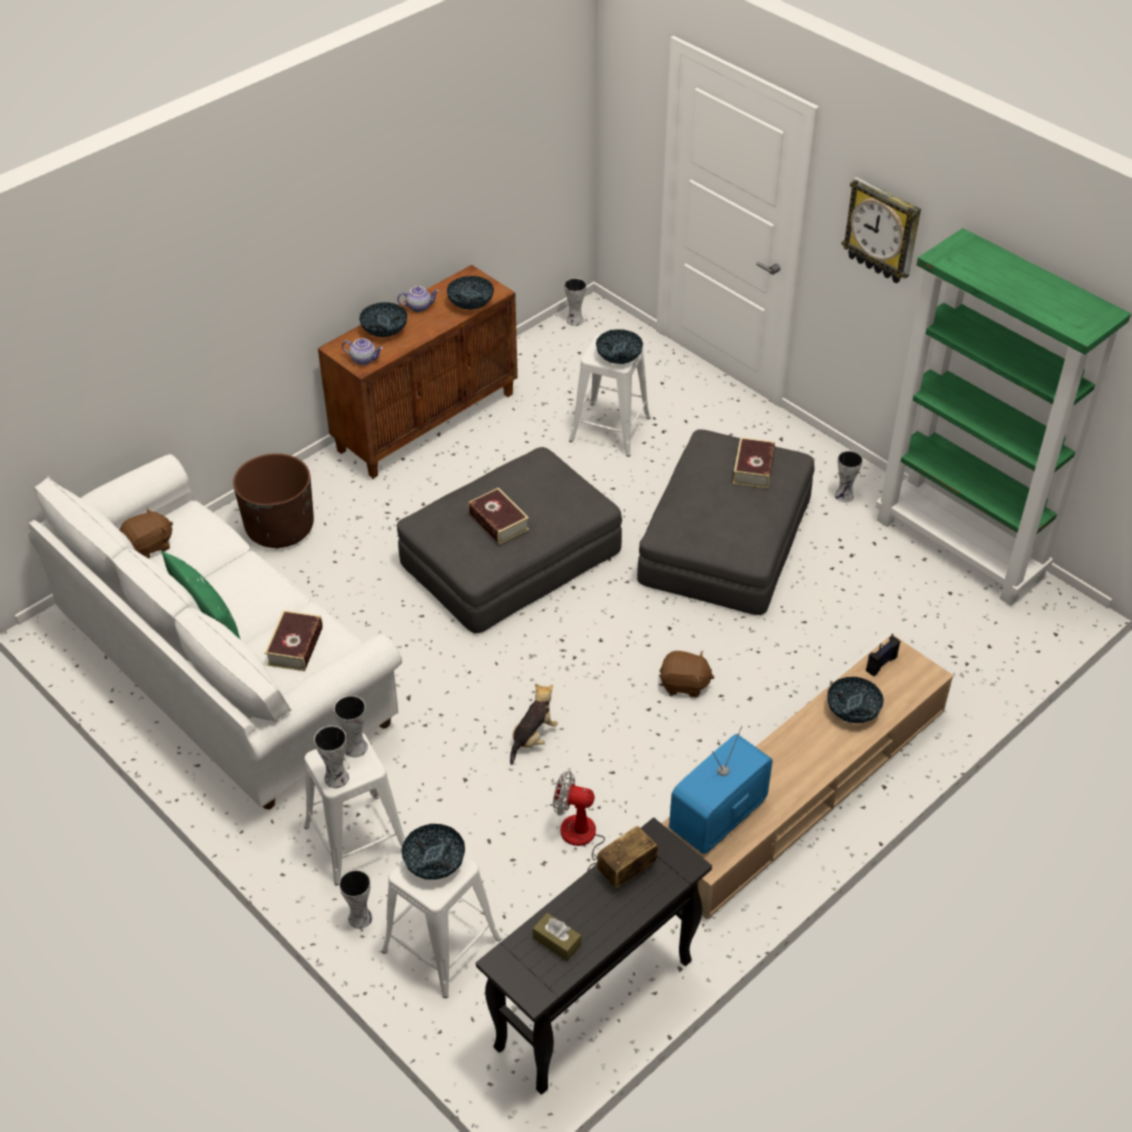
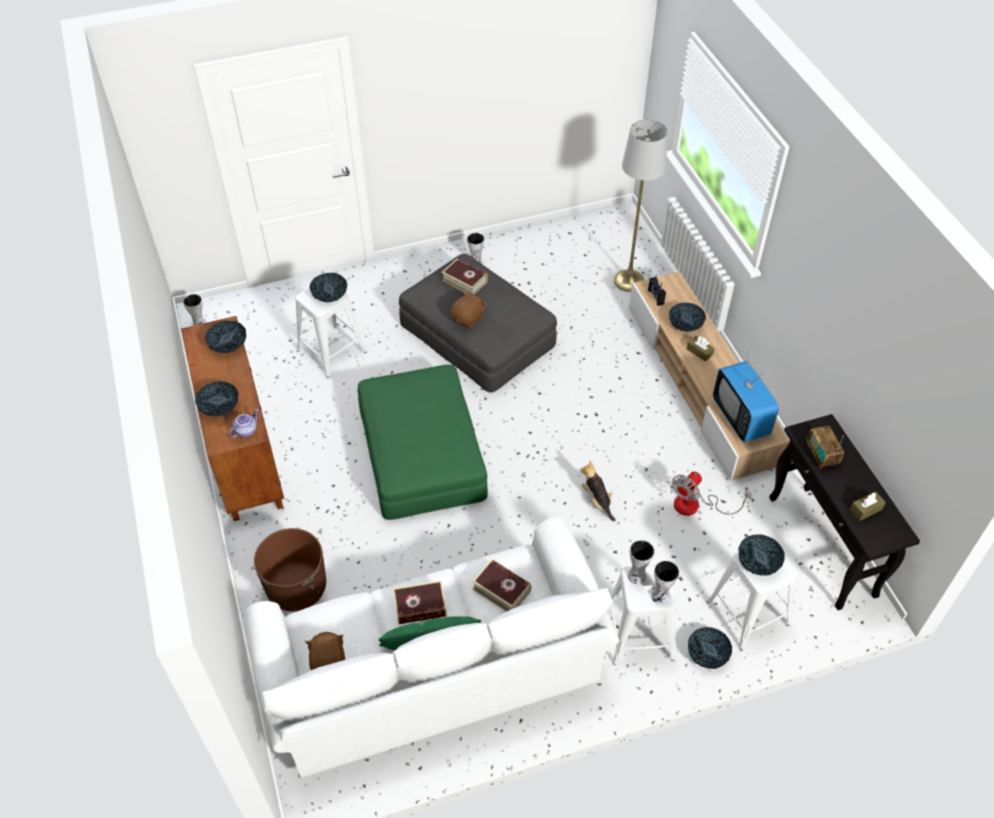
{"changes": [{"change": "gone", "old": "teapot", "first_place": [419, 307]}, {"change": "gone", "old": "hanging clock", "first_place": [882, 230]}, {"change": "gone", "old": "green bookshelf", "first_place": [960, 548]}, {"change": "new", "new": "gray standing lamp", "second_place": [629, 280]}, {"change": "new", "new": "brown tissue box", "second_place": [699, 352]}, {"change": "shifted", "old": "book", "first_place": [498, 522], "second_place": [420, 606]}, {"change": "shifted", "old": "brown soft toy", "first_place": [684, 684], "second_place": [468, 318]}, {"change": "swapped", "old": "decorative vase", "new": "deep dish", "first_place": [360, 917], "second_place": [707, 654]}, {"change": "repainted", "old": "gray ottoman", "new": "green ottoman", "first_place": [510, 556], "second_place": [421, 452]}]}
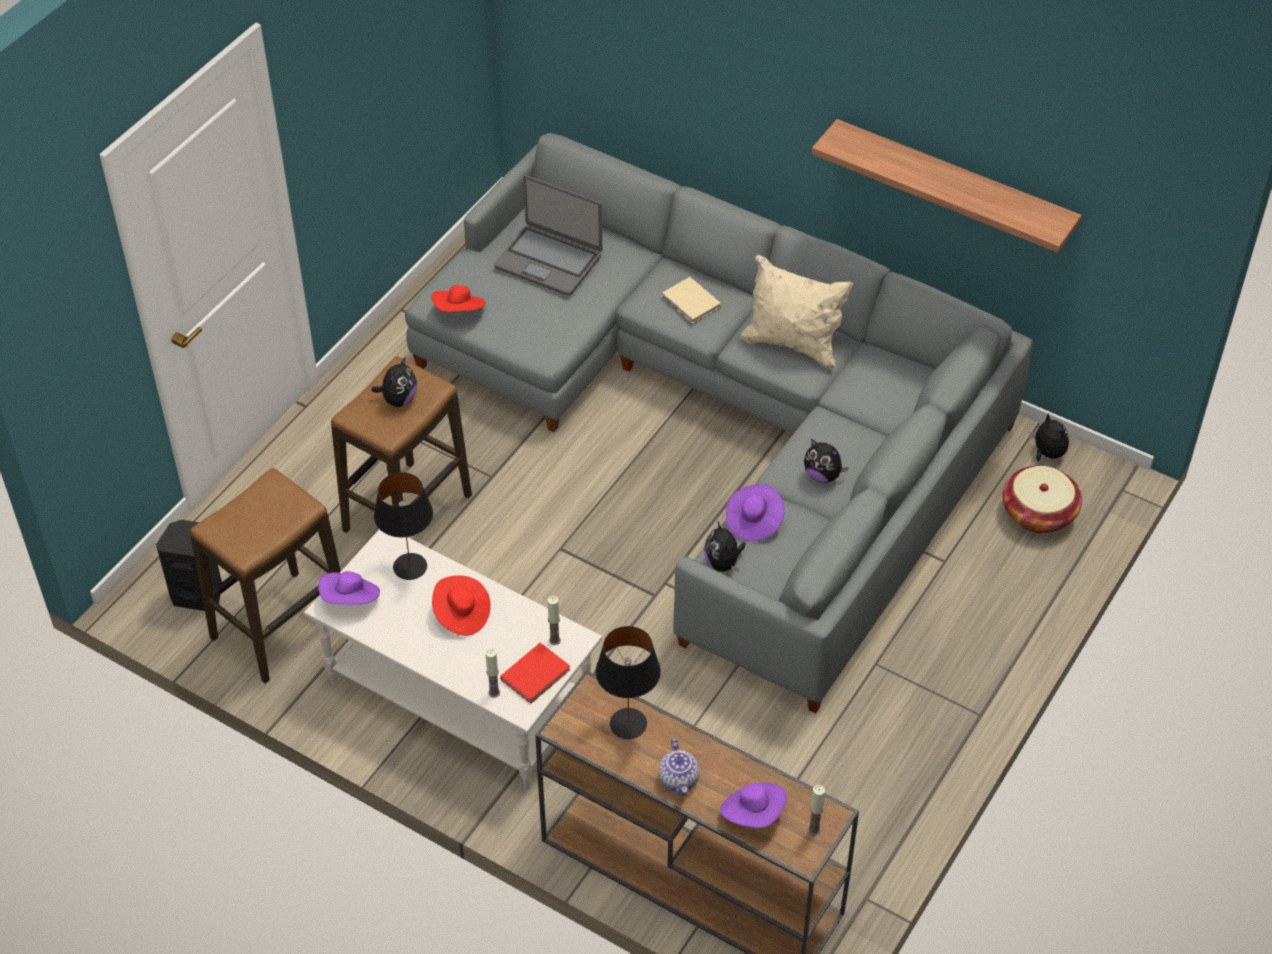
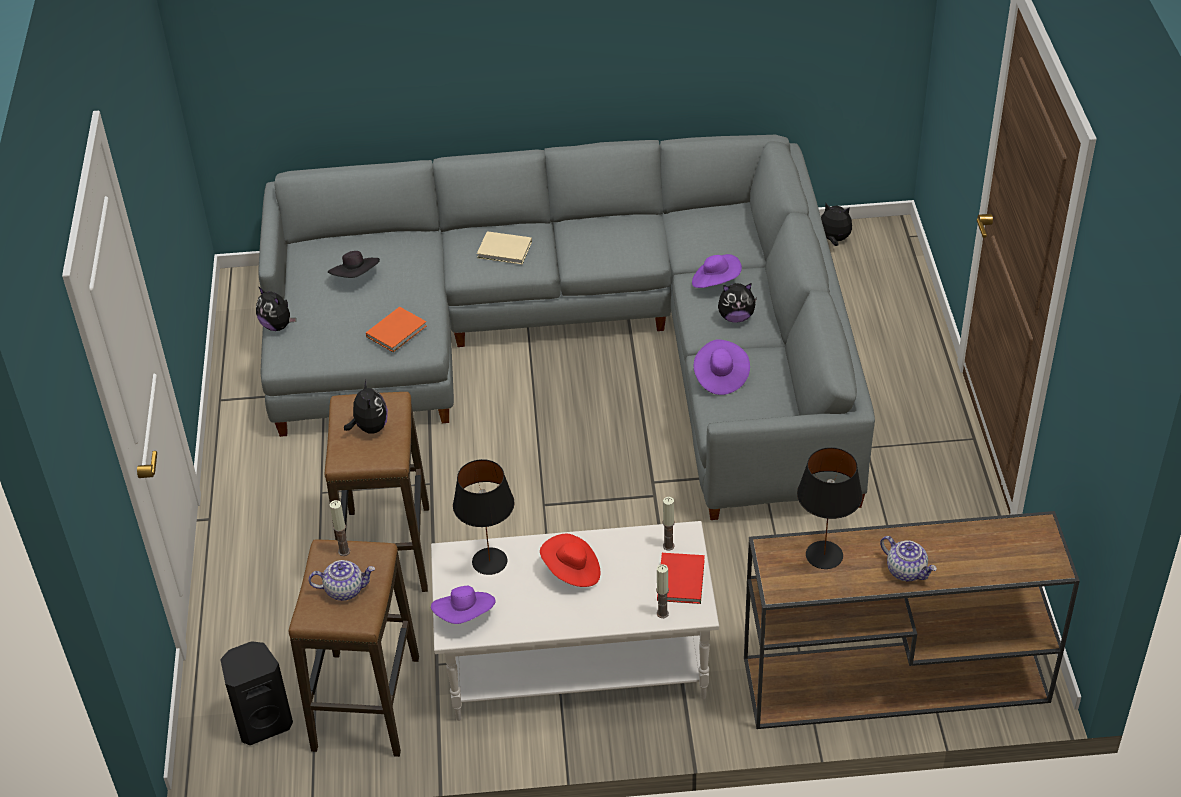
{"changes": [{"change": "gone", "old": "reddish wearable hat", "first_place": [459, 311]}, {"change": "gone", "old": "sand-coloured throw pillow", "first_place": [792, 344]}, {"change": "gone", "old": "wall shelf", "first_place": [953, 186]}, {"change": "gone", "old": "household basket", "first_place": [1038, 513]}, {"change": "new", "new": "teapot", "second_place": [345, 589]}, {"change": "new", "new": "orange book", "second_place": [398, 331]}, {"change": "shifted", "old": "soft toy", "first_place": [723, 563], "second_place": [277, 325]}, {"change": "shifted", "old": "purplish wearable hat", "first_place": [754, 813], "second_place": [715, 282]}, {"change": "shifted", "old": "candle", "first_place": [814, 830], "second_place": [344, 551]}, {"change": "swapped", "old": "notebook computer", "new": "black wearable hat", "first_place": [548, 261], "second_place": [356, 277]}]}
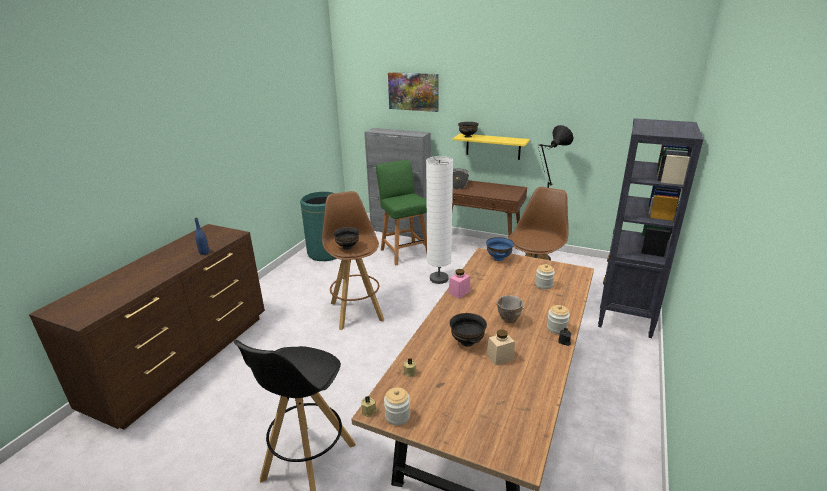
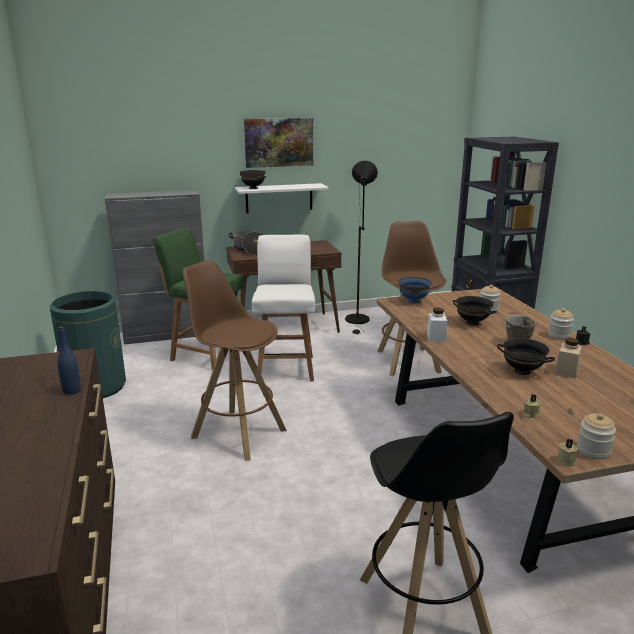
{"changes": [{"change": "shifted", "old": "black deep dish", "first_place": [348, 247], "second_place": [472, 323]}, {"change": "shifted", "old": "wall picture", "first_place": [413, 91], "second_place": [279, 142]}, {"change": "swapped", "old": "white standing lamp", "new": "white plain chair", "first_place": [439, 279], "second_place": [286, 367]}, {"change": "repainted", "old": "pink preserve jar", "new": "white preserve jar", "first_place": [459, 292], "second_place": [436, 337]}, {"change": "repainted", "old": "yellow wall shelf", "new": "white wall shelf", "first_place": [493, 146], "second_place": [279, 198]}]}
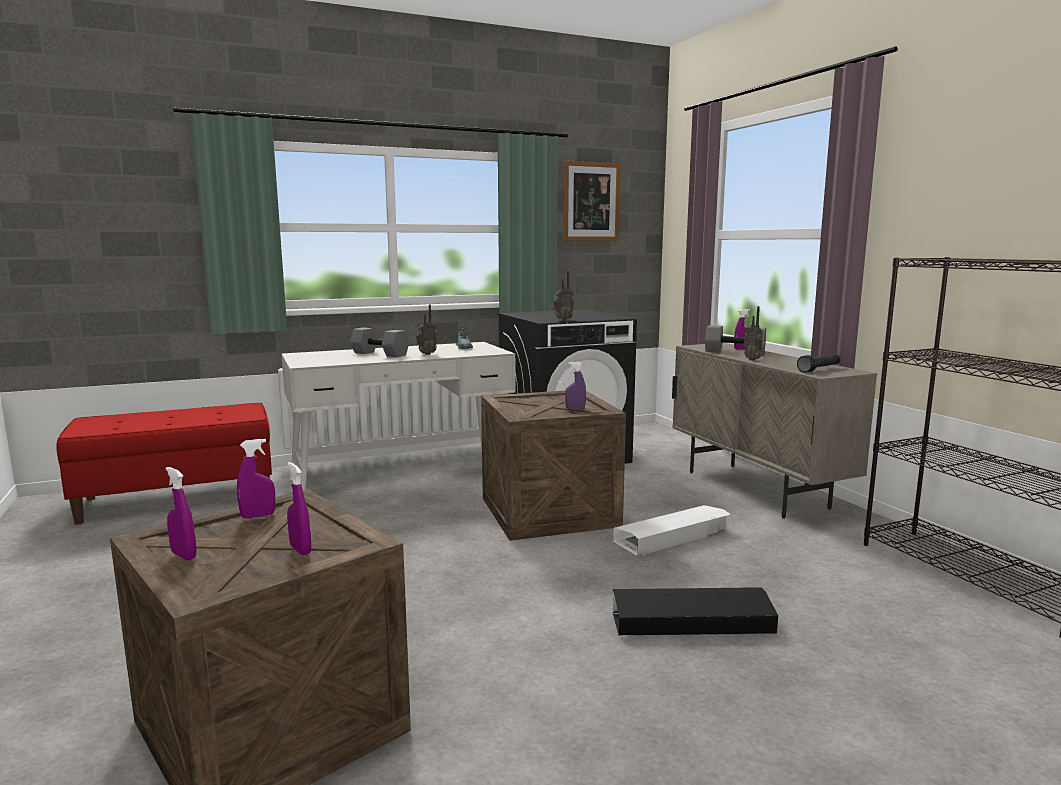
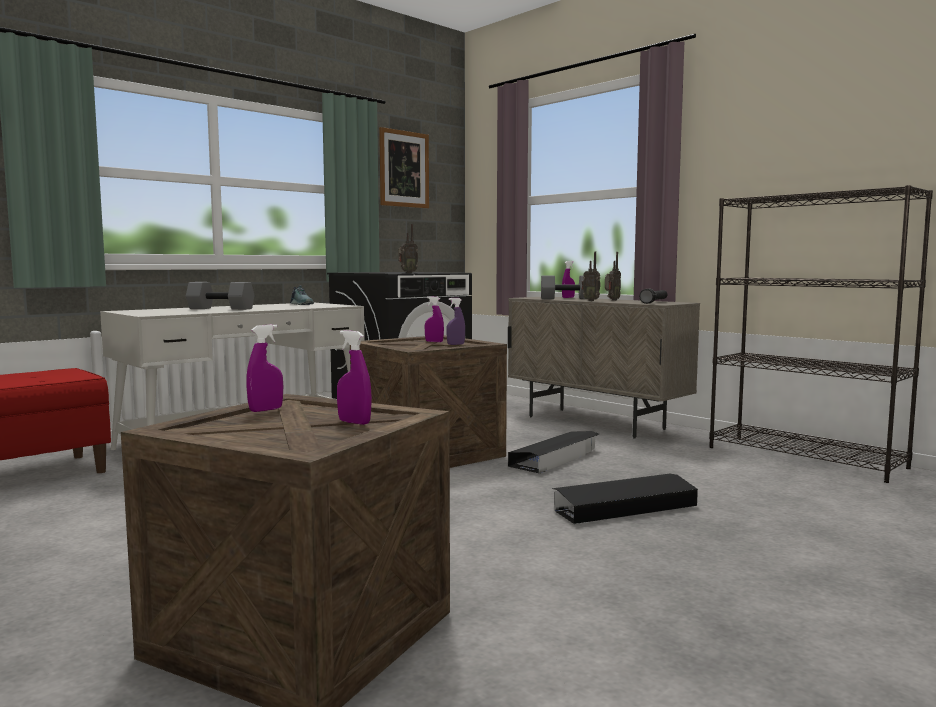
{"changes": [{"change": "shifted", "old": "purplish hand sprayer", "first_place": [183, 555], "second_place": [434, 342]}, {"change": "shifted", "old": "radio", "first_place": [425, 354], "second_place": [611, 300]}, {"change": "repainted", "old": "white storage box", "new": "black storage box", "first_place": [673, 536], "second_place": [556, 458]}]}
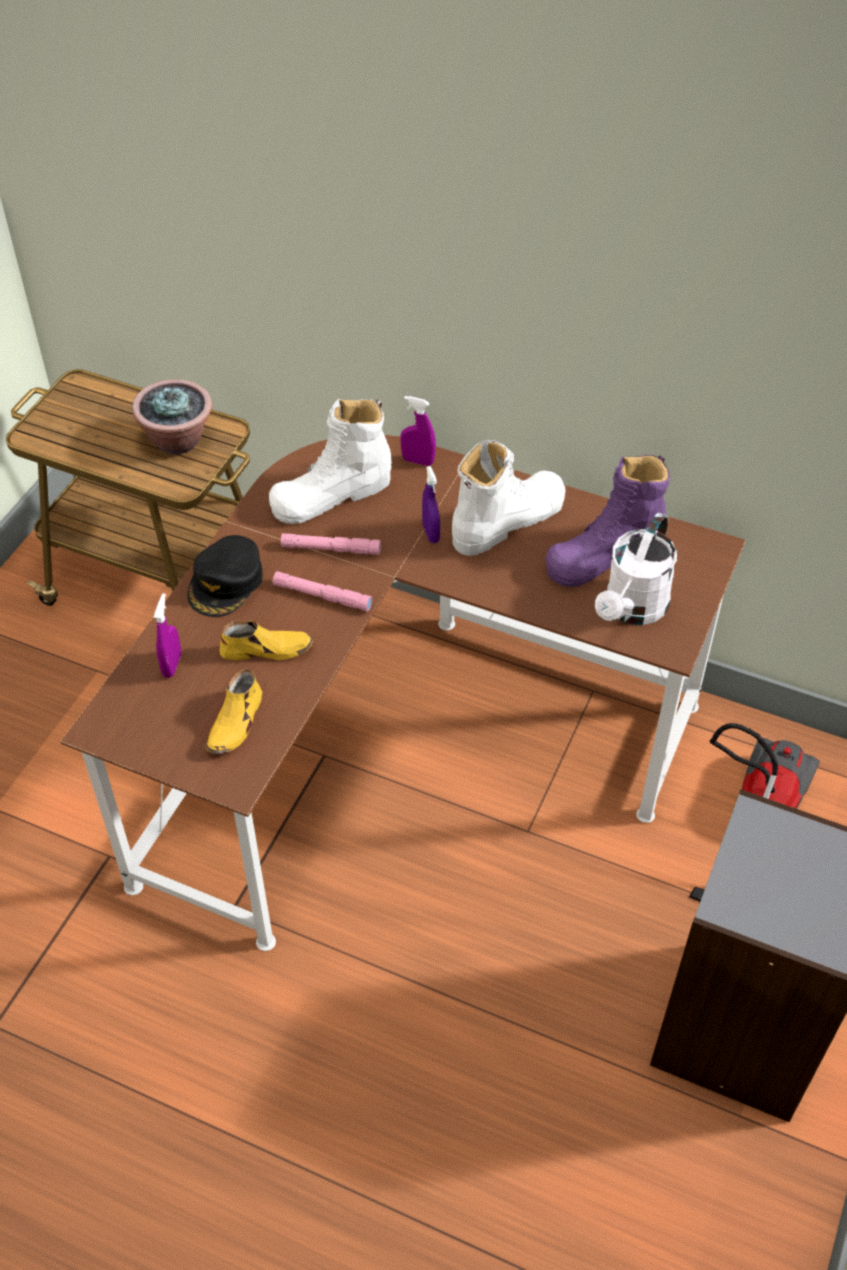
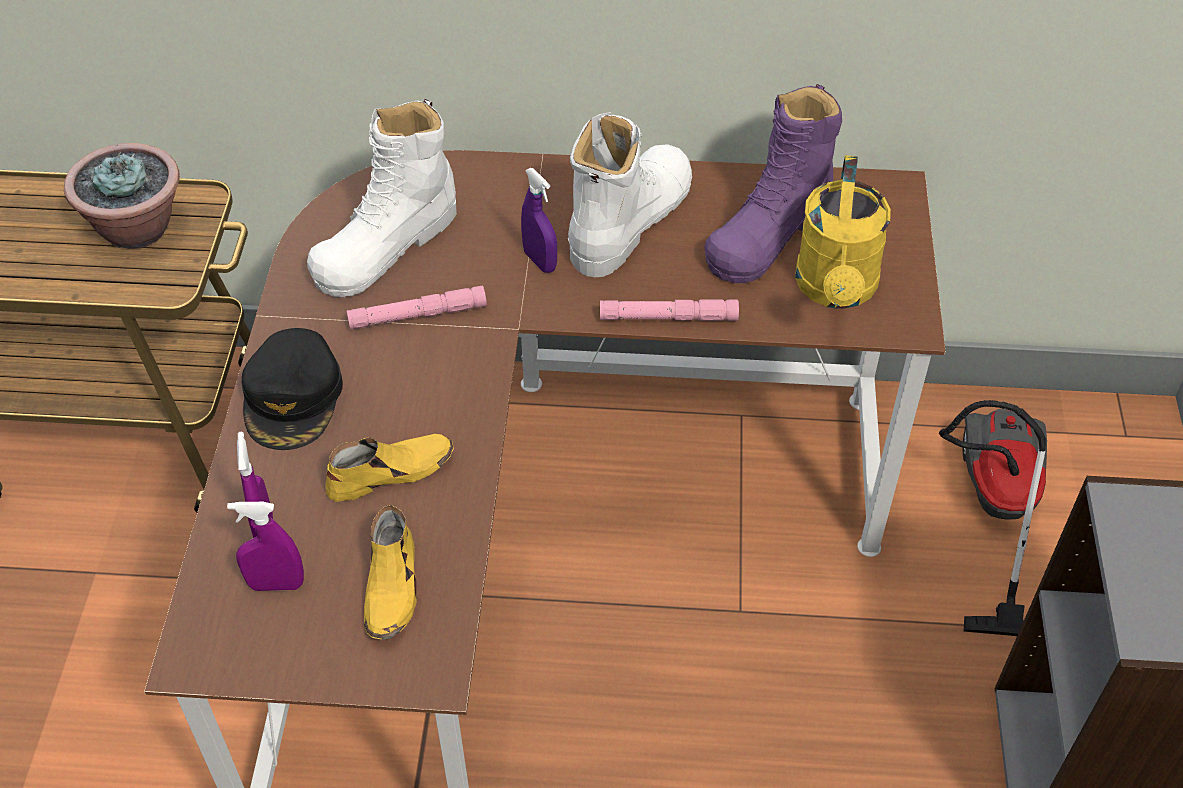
{"changes": [{"change": "shifted", "old": "pink flashlight", "first_place": [322, 596], "second_place": [668, 317]}, {"change": "shifted", "old": "purplish hand sprayer", "first_place": [418, 461], "second_place": [276, 584]}, {"change": "repainted", "old": "white sprinkling can", "new": "yellow sprinkling can", "first_place": [632, 610], "second_place": [836, 290]}]}
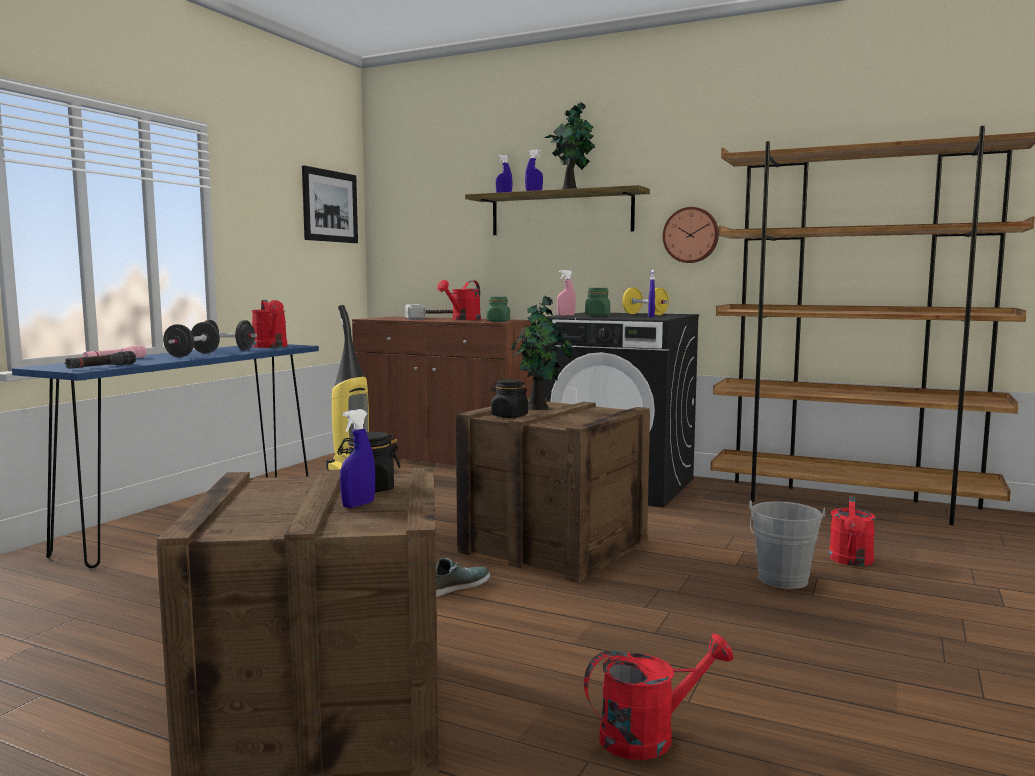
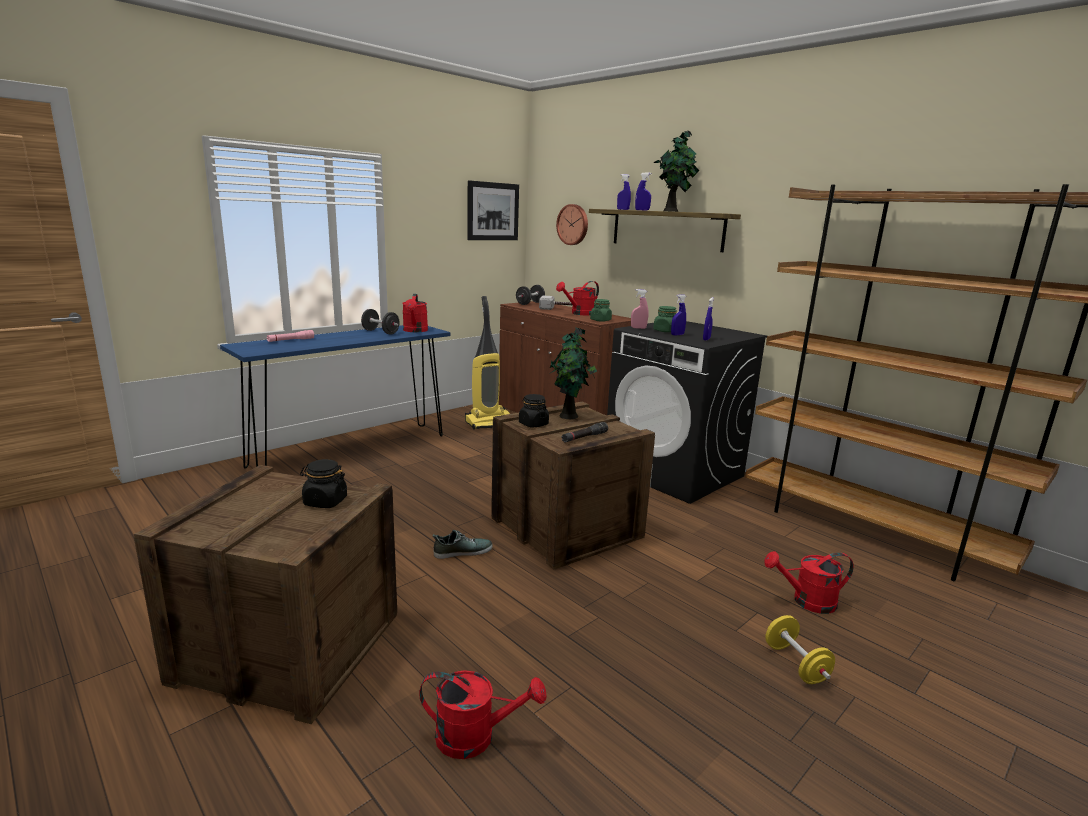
{"changes": [{"change": "gone", "old": "gray water bucket", "first_place": [782, 581]}, {"change": "shifted", "old": "black flashlight", "first_place": [101, 367], "second_place": [584, 437]}, {"change": "shifted", "old": "black dumbbell", "first_place": [193, 355], "second_place": [530, 303]}, {"change": "shifted", "old": "blue-coloured hand sprayer", "first_place": [358, 505], "second_place": [677, 335]}, {"change": "shifted", "old": "yellow dumbbell", "first_place": [645, 314], "second_place": [795, 664]}, {"change": "shifted", "old": "hanging clock", "first_place": [691, 235], "second_place": [573, 224]}, {"change": "rotated", "old": "reddish sprinkling can", "first_place": [851, 561], "second_place": [807, 601], "degrees": 45}]}
